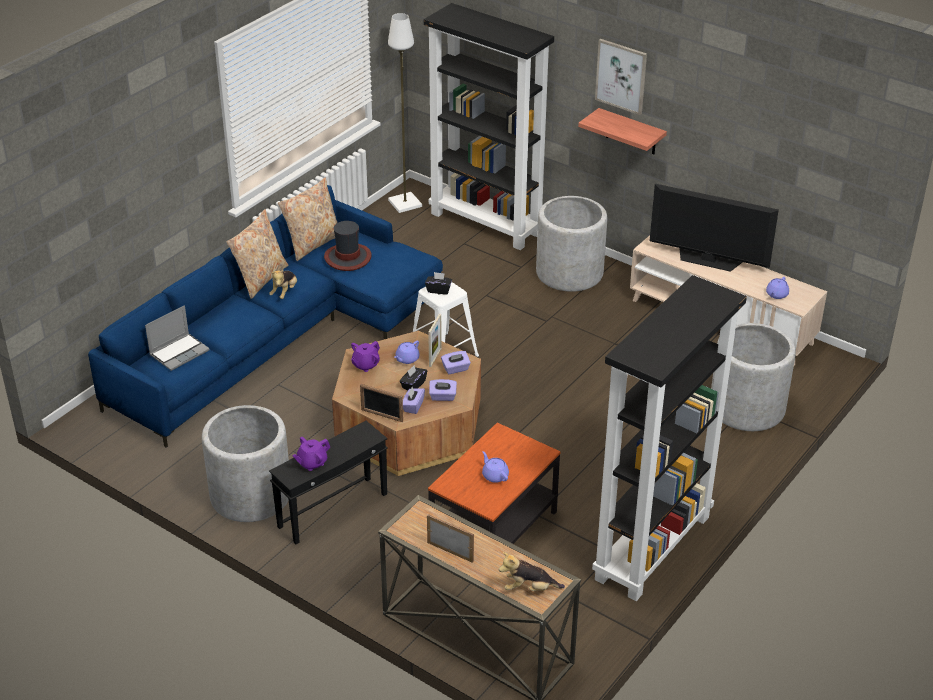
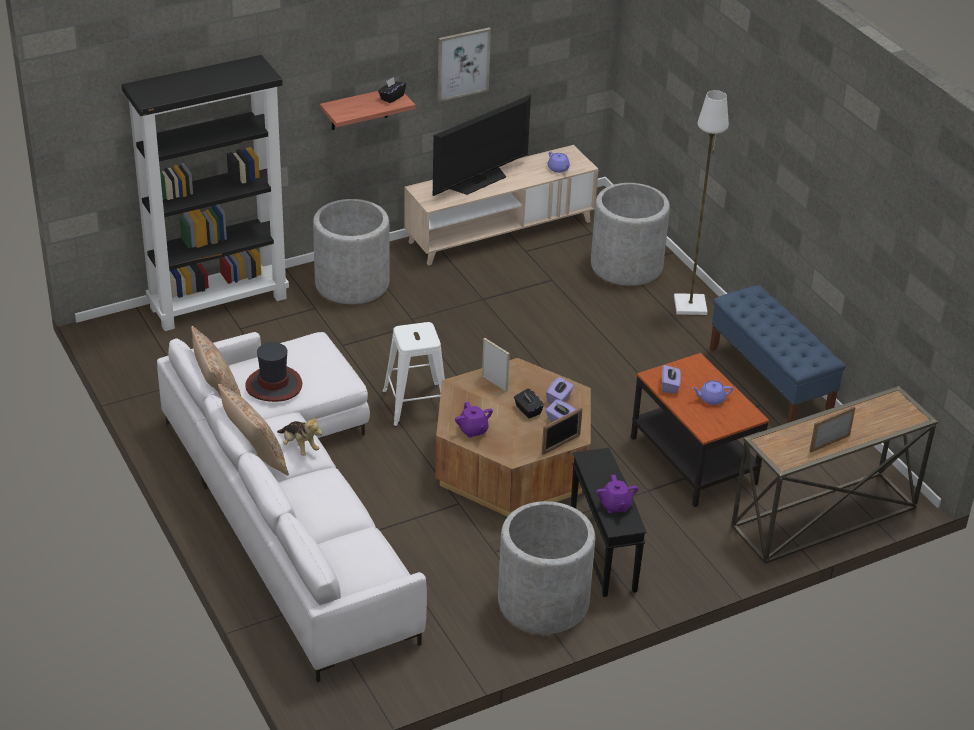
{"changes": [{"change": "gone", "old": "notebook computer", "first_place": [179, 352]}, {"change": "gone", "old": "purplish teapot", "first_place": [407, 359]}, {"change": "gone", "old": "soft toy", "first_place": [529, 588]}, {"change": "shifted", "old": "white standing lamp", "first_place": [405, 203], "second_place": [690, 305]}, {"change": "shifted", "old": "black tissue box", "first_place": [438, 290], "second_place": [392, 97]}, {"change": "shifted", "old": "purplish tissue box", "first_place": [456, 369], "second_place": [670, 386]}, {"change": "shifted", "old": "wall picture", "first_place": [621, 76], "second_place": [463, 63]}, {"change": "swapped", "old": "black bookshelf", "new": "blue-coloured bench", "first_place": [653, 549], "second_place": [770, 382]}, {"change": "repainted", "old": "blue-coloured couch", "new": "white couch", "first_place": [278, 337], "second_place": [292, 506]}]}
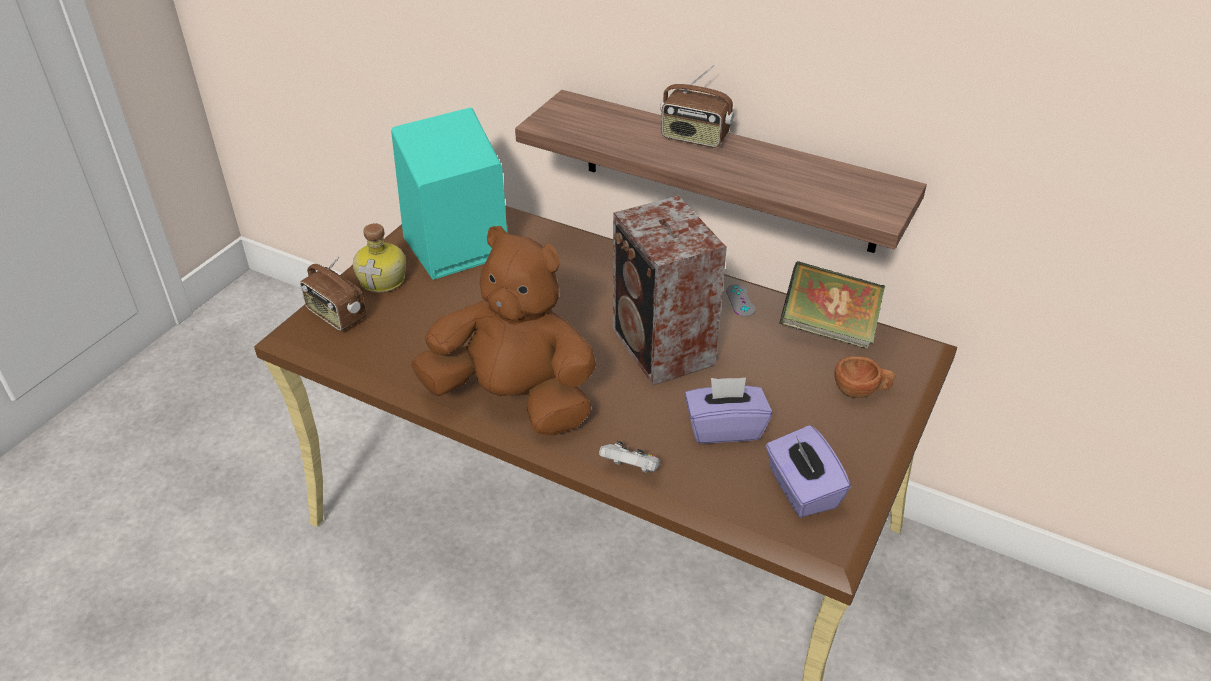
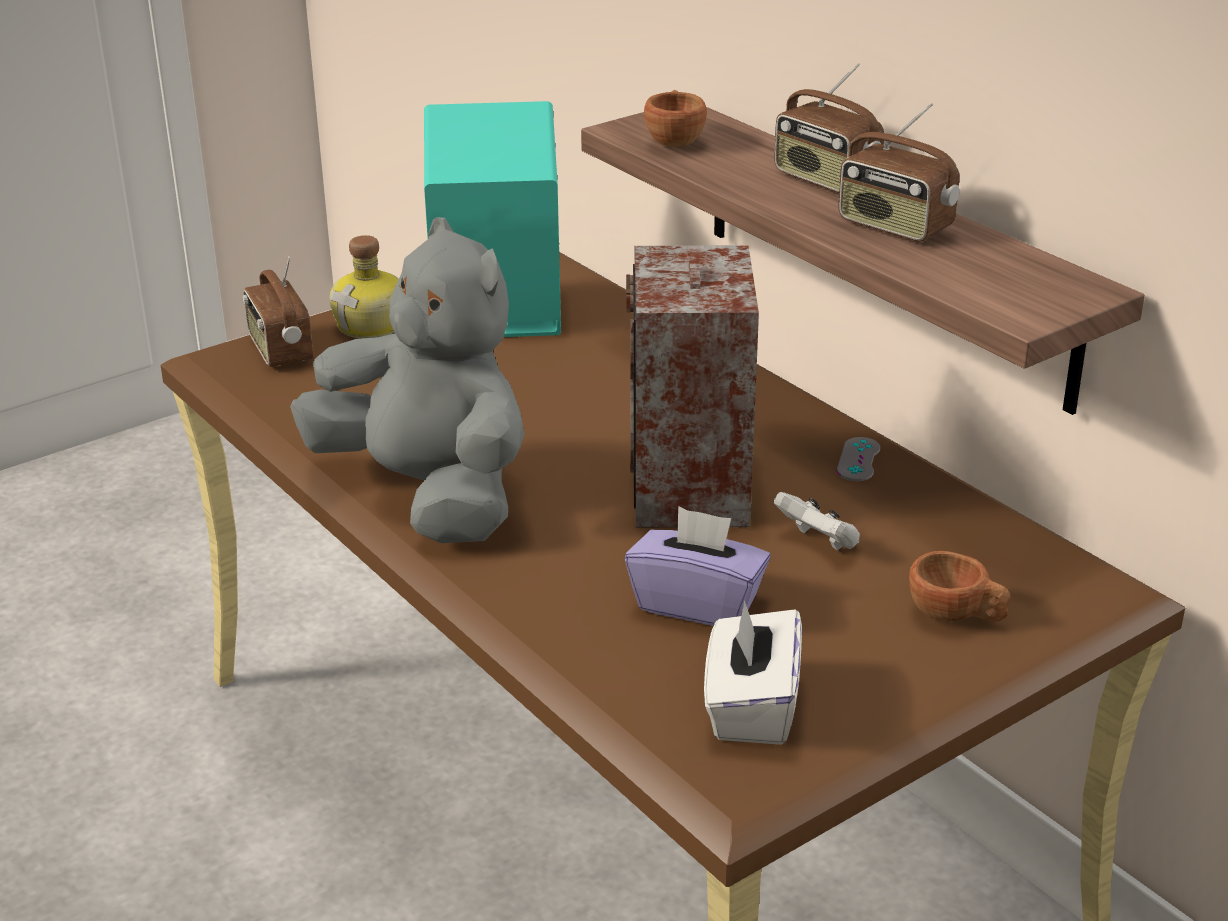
{"changes": [{"change": "gone", "old": "book", "first_place": [828, 328]}, {"change": "new", "new": "brown cup", "second_place": [674, 140]}, {"change": "new", "new": "radio", "second_place": [894, 226]}, {"change": "shifted", "old": "white joypad", "first_place": [631, 469], "second_place": [818, 542]}, {"change": "repainted", "old": "brown soft toy", "new": "gray soft toy", "first_place": [514, 399], "second_place": [429, 494]}, {"change": "repainted", "old": "purplish tissue box", "new": "white tissue box", "first_place": [801, 489], "second_place": [751, 708]}]}
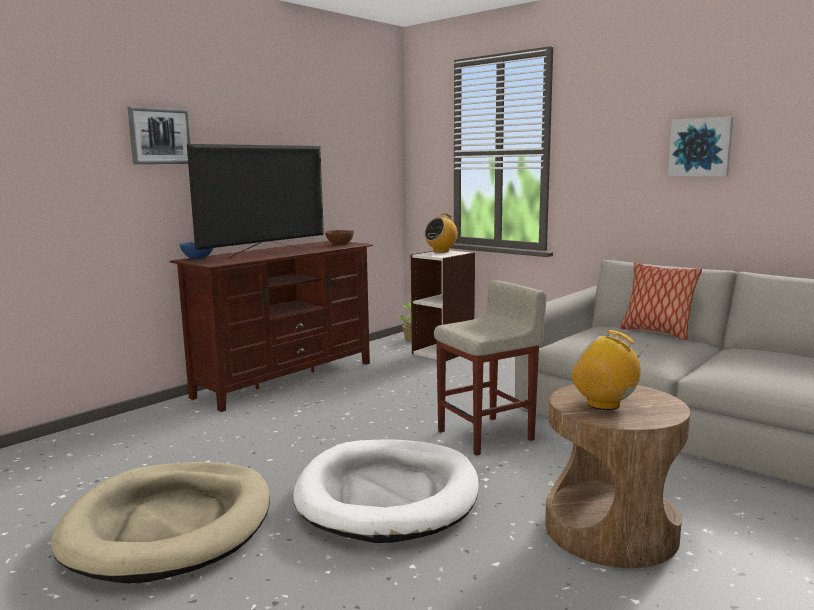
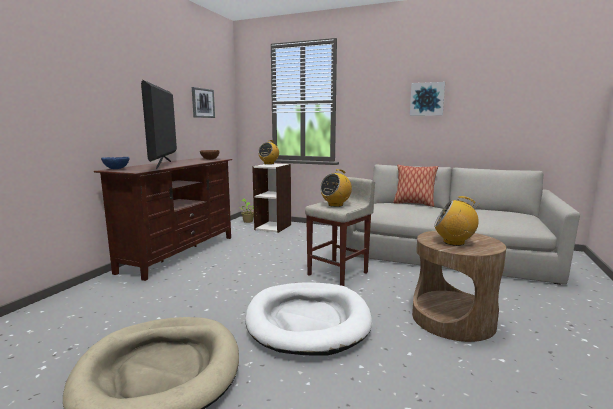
{"changes": [{"change": "new", "new": "radio", "second_place": [335, 205]}, {"change": "shifted", "old": "wall picture", "first_place": [160, 136], "second_place": [202, 103]}, {"change": "rotated", "old": "television", "first_place": [265, 253], "second_place": [165, 165], "degrees": 150}]}
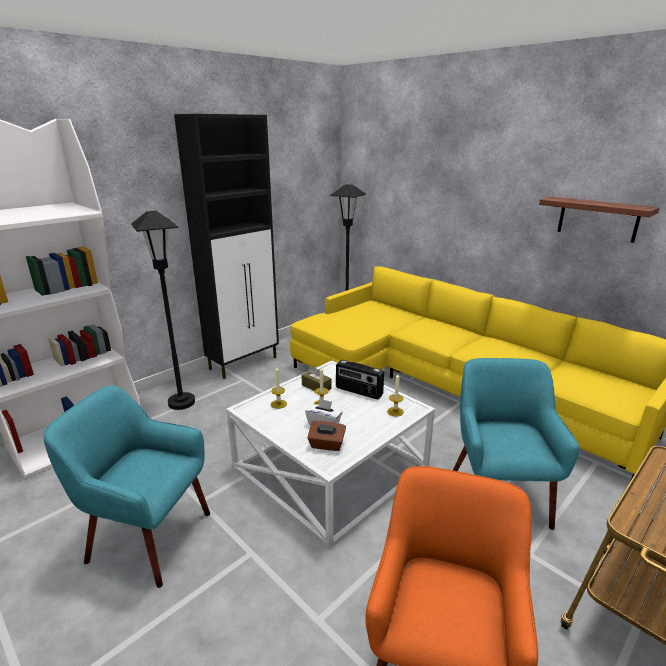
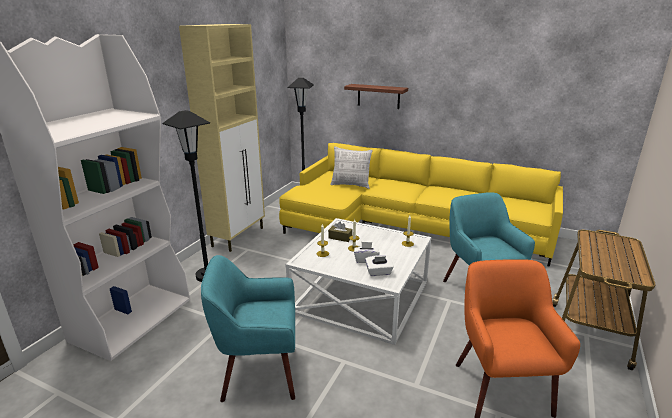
{"changes": [{"change": "gone", "old": "radio", "first_place": [358, 391]}, {"change": "new", "new": "throw pillow", "second_place": [351, 185]}, {"change": "shifted", "old": "wall shelf", "first_place": [598, 219], "second_place": [378, 96]}, {"change": "repainted", "old": "black cabinet", "new": "sand-coloured cabinet", "first_place": [244, 363], "second_place": [238, 236]}, {"change": "repainted", "old": "brown tissue box", "new": "white tissue box", "first_place": [326, 445], "second_place": [379, 272]}]}
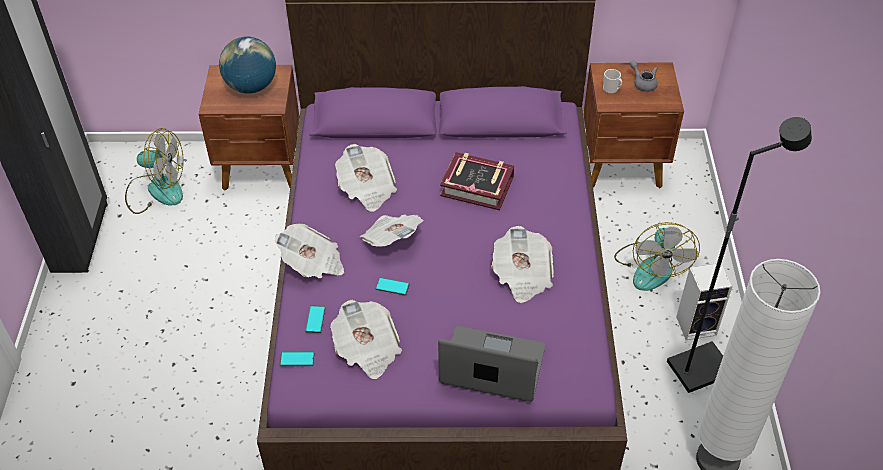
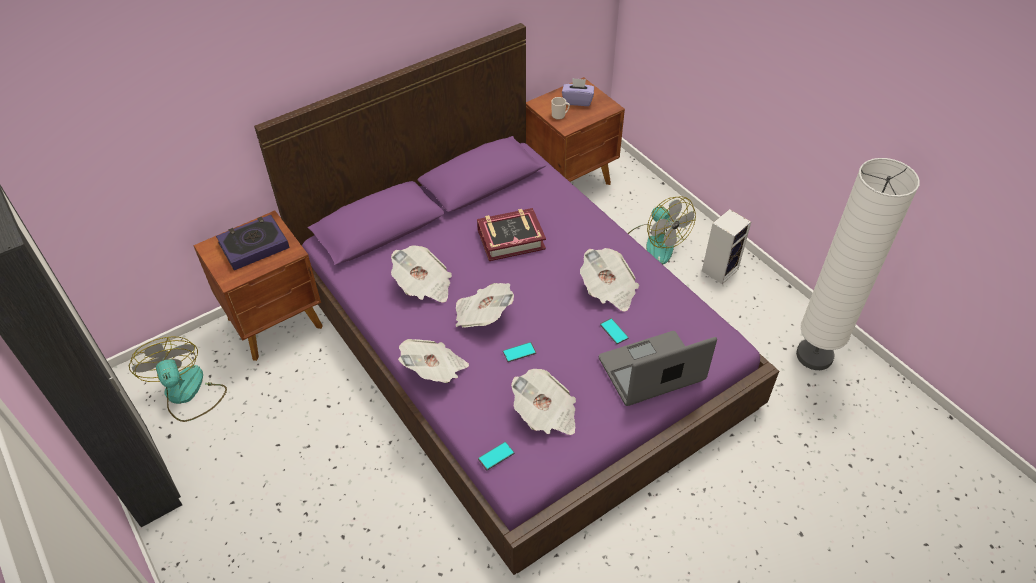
{"changes": [{"change": "gone", "old": "black standing lamp", "first_place": [699, 367]}, {"change": "shifted", "old": "telephone", "first_place": [315, 319], "second_place": [614, 331]}, {"change": "swapped", "old": "world globe", "new": "book", "first_place": [251, 86], "second_place": [254, 245]}, {"change": "swapped", "old": "gray teapot", "new": "purplish tissue box", "first_place": [643, 83], "second_place": [577, 101]}, {"change": "rotated", "old": "electric fan", "first_place": [156, 190], "second_place": [187, 394], "degrees": -90}]}
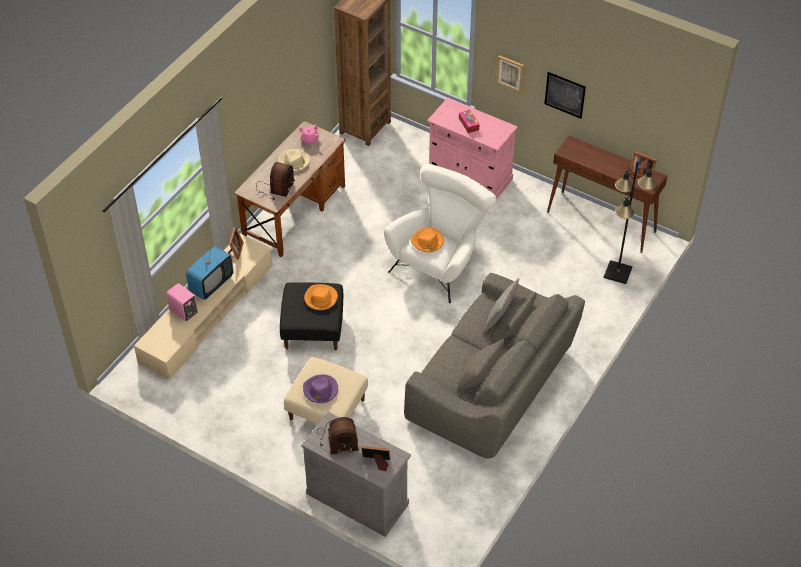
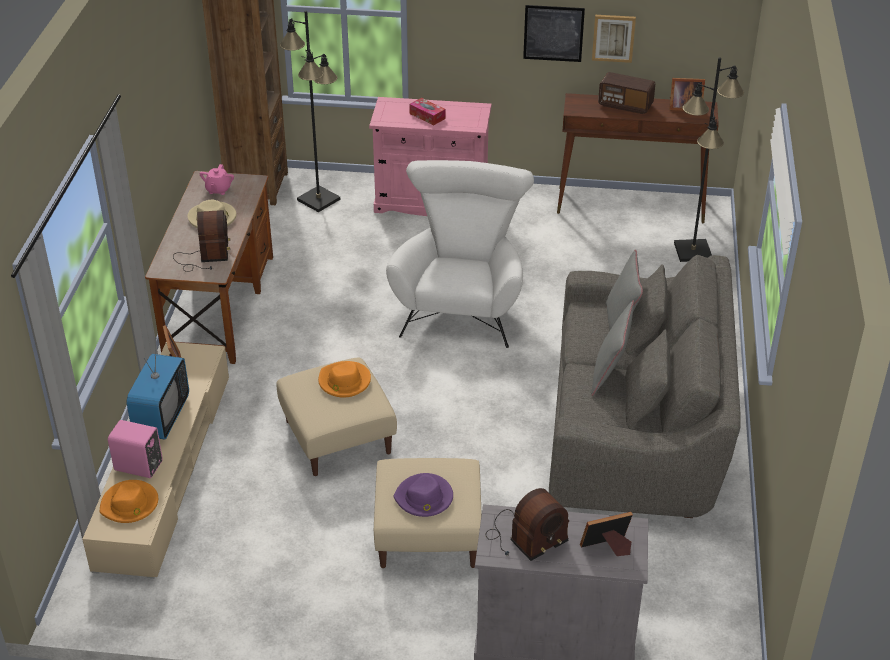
{"changes": [{"change": "new", "new": "black standing lamp", "second_place": [318, 199]}, {"change": "new", "new": "gray throw pillow", "second_place": [609, 375]}, {"change": "new", "new": "radio", "second_place": [625, 105]}, {"change": "shifted", "old": "orange wearable hat", "first_place": [427, 241], "second_place": [130, 504]}, {"change": "shifted", "old": "wall picture", "first_place": [510, 73], "second_place": [613, 37]}, {"change": "repainted", "old": "black ottoman", "new": "sand-coloured ottoman", "first_place": [313, 328], "second_place": [338, 437]}]}
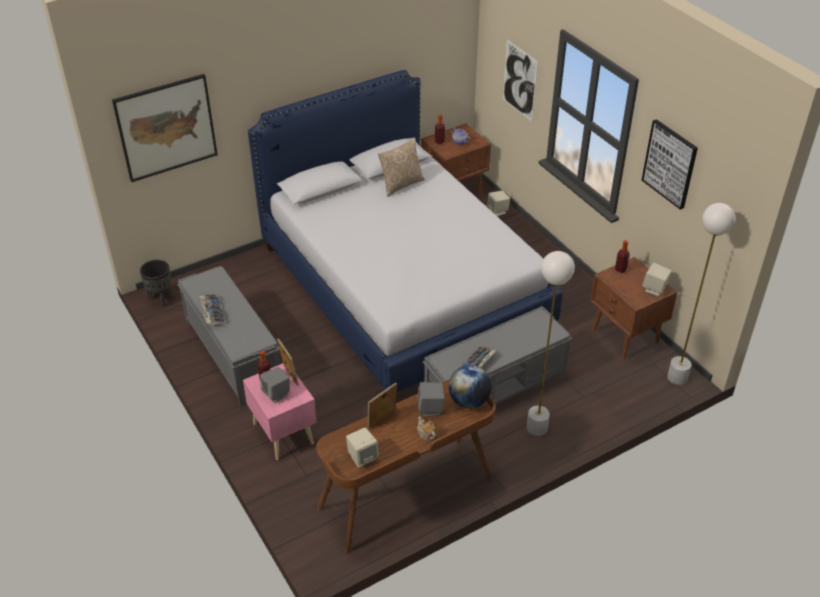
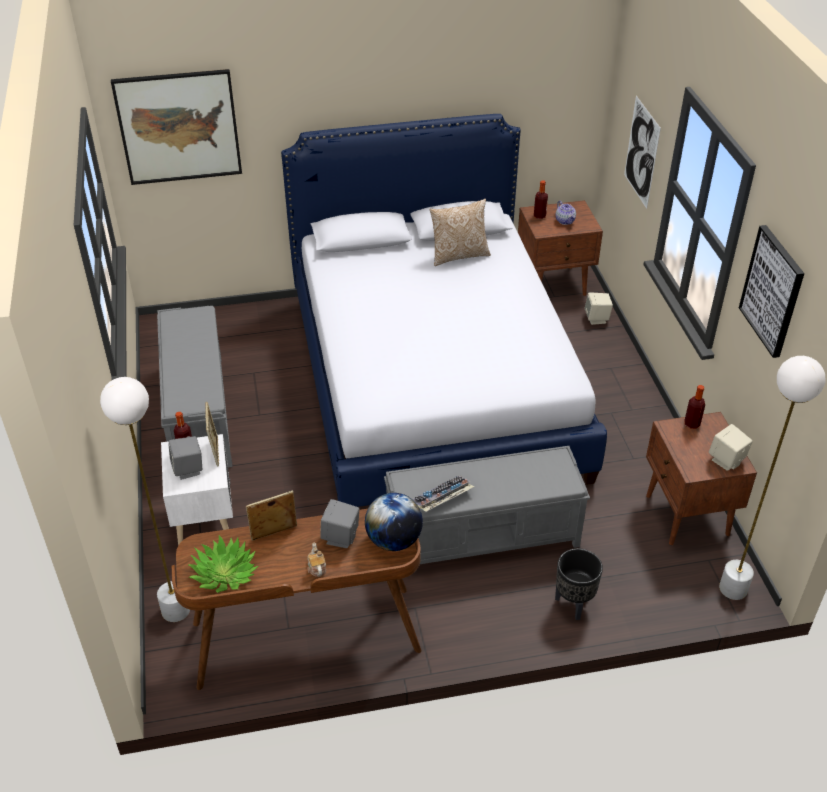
{"changes": [{"change": "gone", "old": "keyboard", "first_place": [212, 312]}, {"change": "shifted", "old": "black plant pot", "first_place": [161, 299], "second_place": [573, 604]}, {"change": "shifted", "old": "white standing lamp", "first_place": [537, 428], "second_place": [175, 610]}, {"change": "swapped", "old": "sand-coloured audio speaker", "new": "plant in a pot", "first_place": [362, 457], "second_place": [225, 574]}, {"change": "repainted", "old": "pink night table", "new": "white night table", "first_place": [284, 432], "second_place": [205, 519]}]}
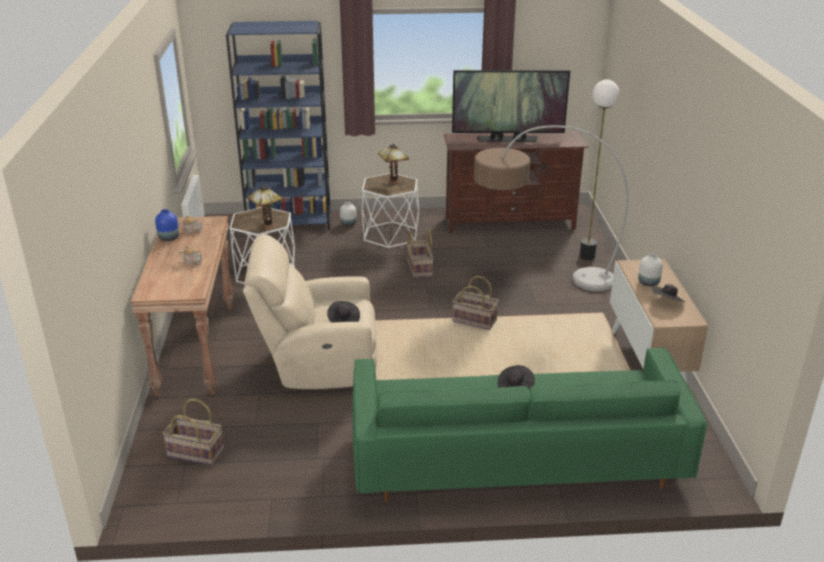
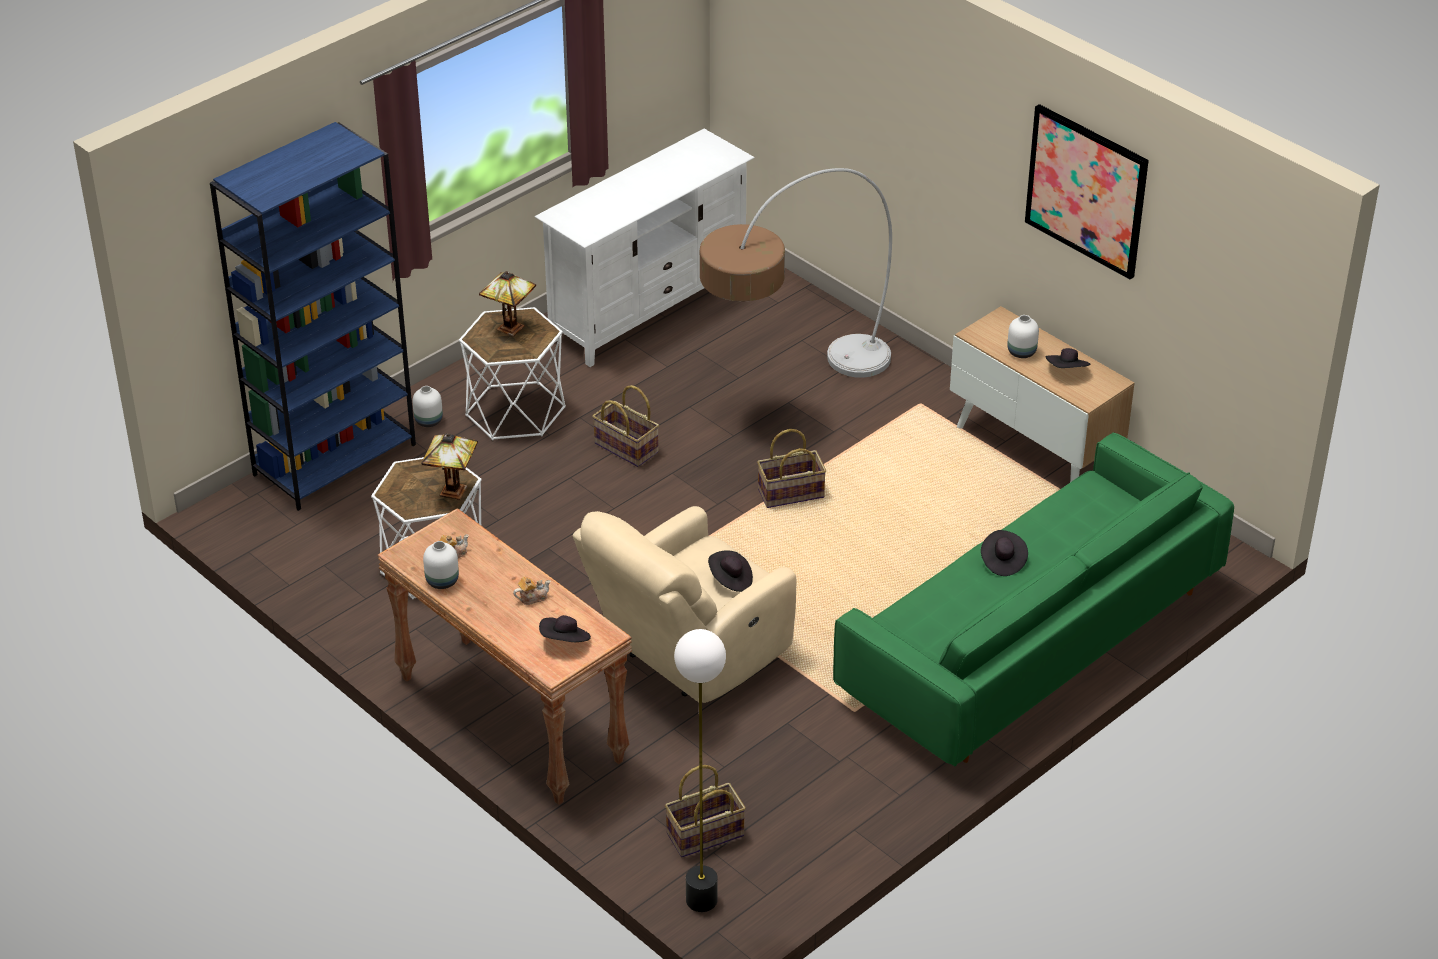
{"changes": [{"change": "gone", "old": "television", "first_place": [507, 139]}, {"change": "new", "new": "black wearable hat", "second_place": [565, 641]}, {"change": "new", "new": "wall picture", "second_place": [1086, 190]}, {"change": "shifted", "old": "standing lamp", "first_place": [587, 256], "second_place": [702, 900]}, {"change": "repainted", "old": "blue-coloured decorative vase", "new": "white decorative vase", "first_place": [169, 238], "second_place": [443, 581]}, {"change": "repainted", "old": "brown tv stand", "new": "white tv stand", "first_place": [510, 222], "second_place": [648, 308]}]}
